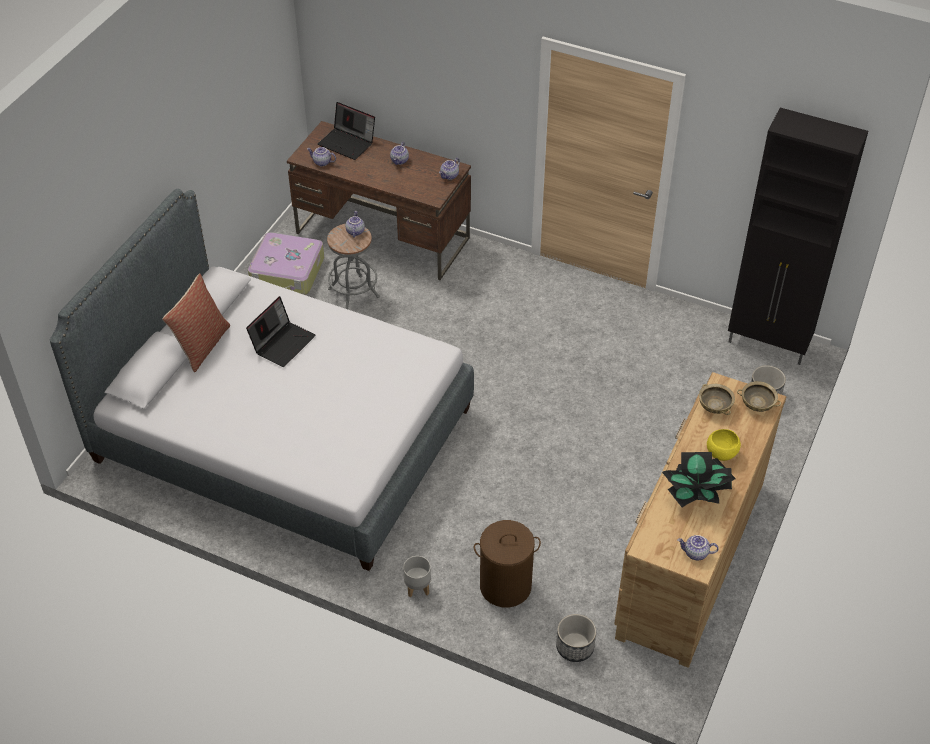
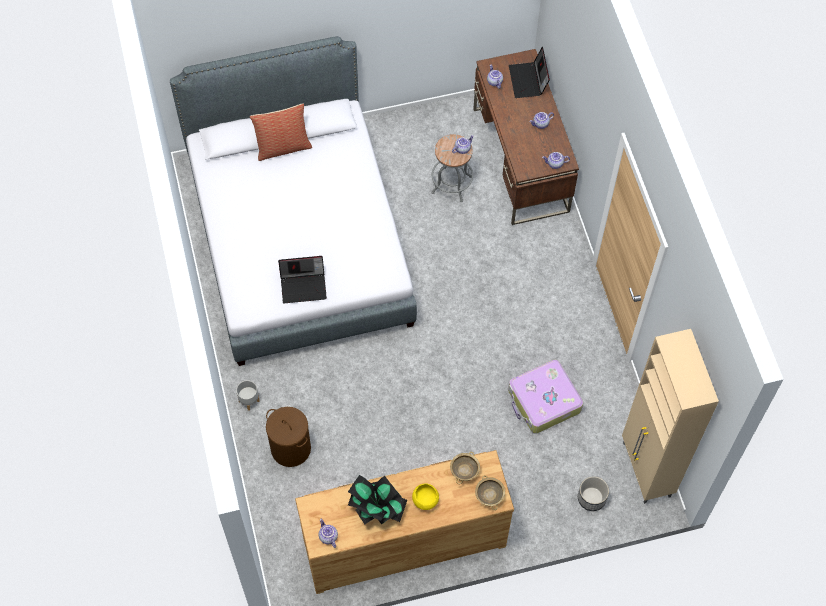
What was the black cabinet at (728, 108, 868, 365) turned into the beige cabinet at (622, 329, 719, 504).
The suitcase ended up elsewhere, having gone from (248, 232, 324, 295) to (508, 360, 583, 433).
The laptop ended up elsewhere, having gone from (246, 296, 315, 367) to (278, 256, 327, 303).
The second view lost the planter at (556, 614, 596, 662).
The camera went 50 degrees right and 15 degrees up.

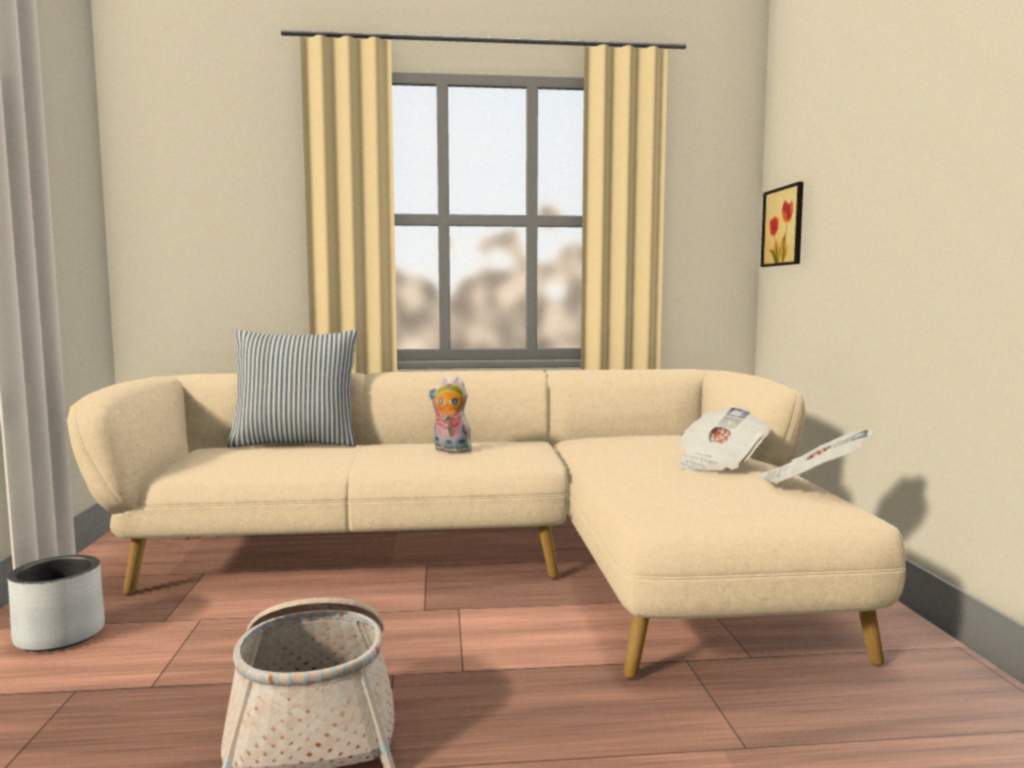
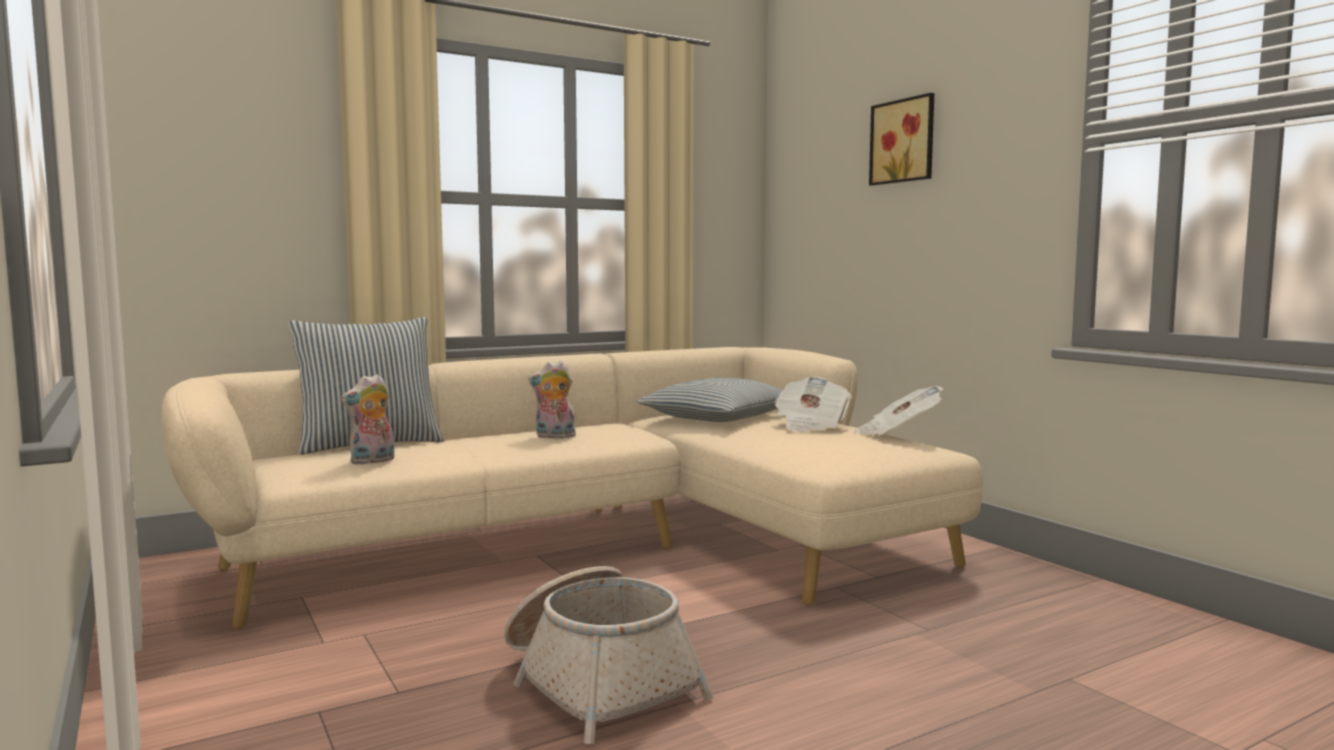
The picture ended up elsewhere, having gone from (761, 182, 803, 267) to (869, 93, 934, 186).
The second view lost the grey planter at (8, 555, 105, 652).
The second view gained the plush toy at (341, 374, 394, 465).
The second view gained the pillow at (637, 378, 783, 422).
The camera went 25 degrees left and 0 degrees up.

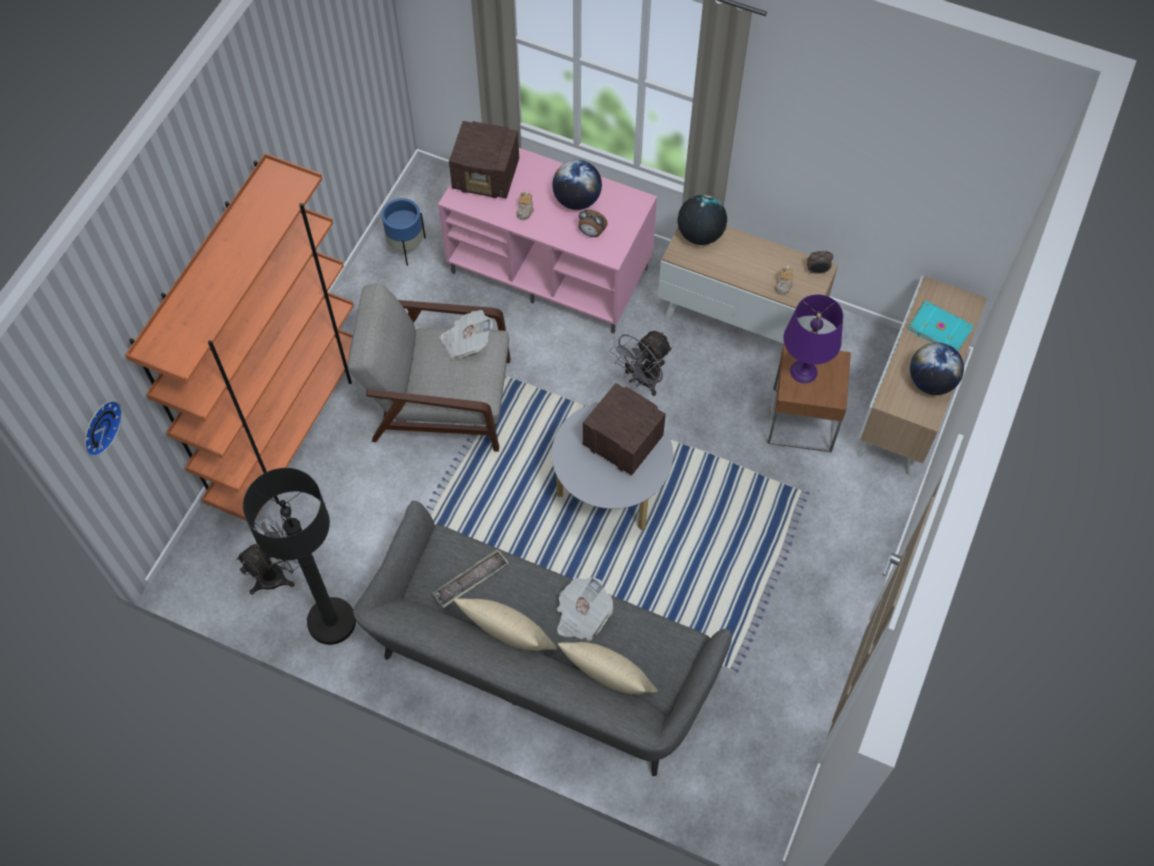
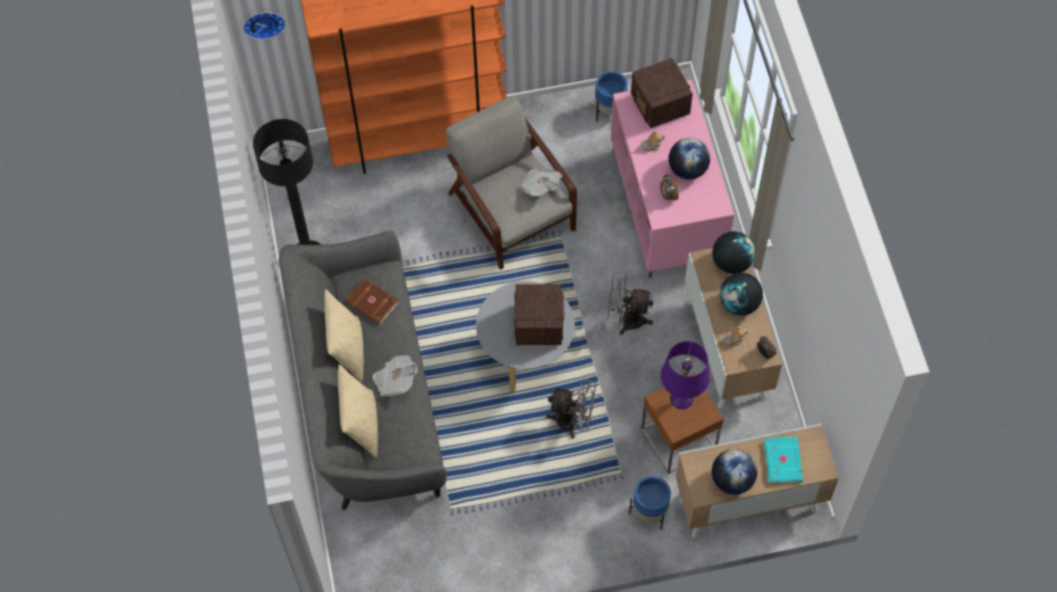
The grey fan ended up elsewhere, having gone from (236, 514, 300, 595) to (546, 379, 596, 438).
Where the tray stood at (433, 549, 509, 608), the brown book came to stand at (345, 278, 399, 325).
The second view gained the globe at (720, 273, 763, 316).
The second view gained the blue planter at (629, 476, 671, 530).
The camera went 55 degrees right and 0 degrees up.

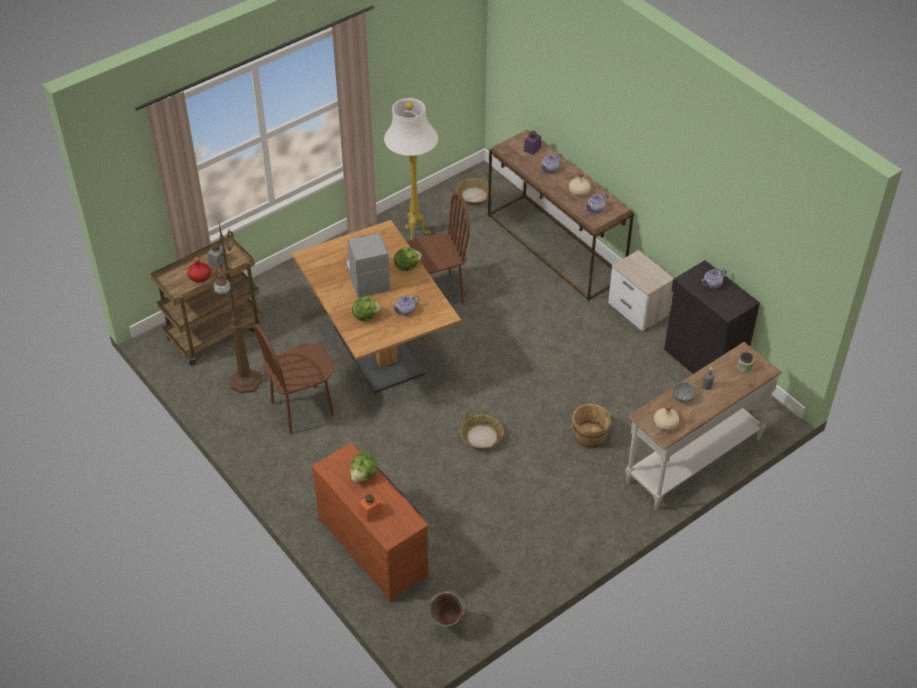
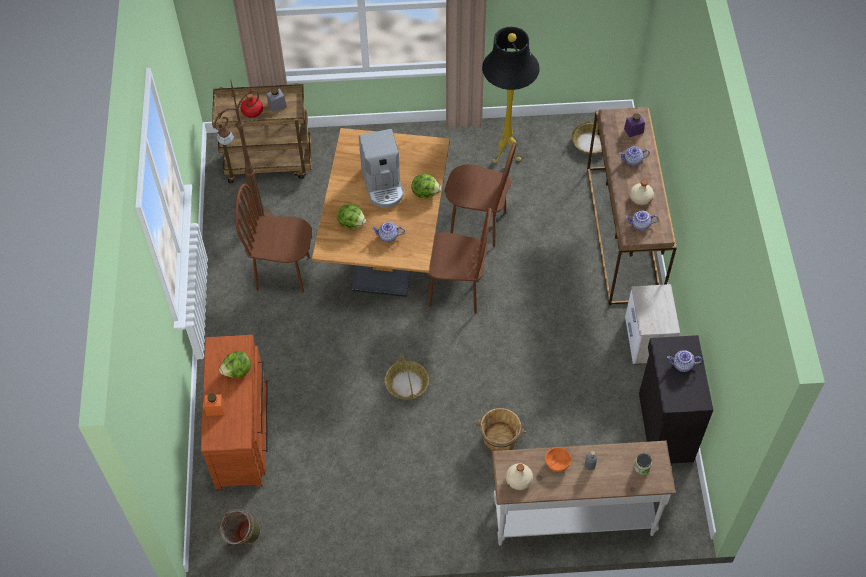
What was the white floor lamp at (384, 98, 438, 239) turned into the black floor lamp at (482, 27, 540, 163).
The coffee machine at (346, 233, 390, 298) ended up facing another way, 150 degrees clockwise from before.
What was the grey bowl at (672, 382, 696, 403) turned into the orange bowl at (545, 447, 571, 472).
The second view gained the brown chair at (426, 208, 491, 314).
The camera went 35 degrees right and 10 degrees up.

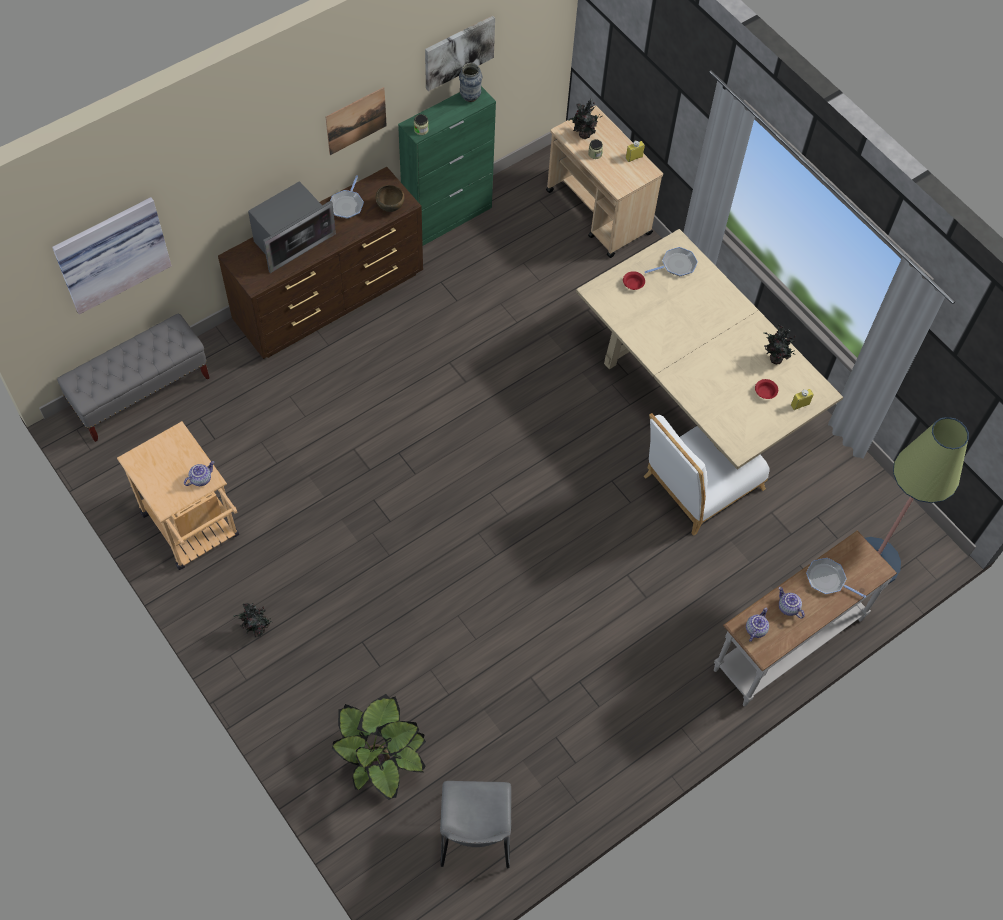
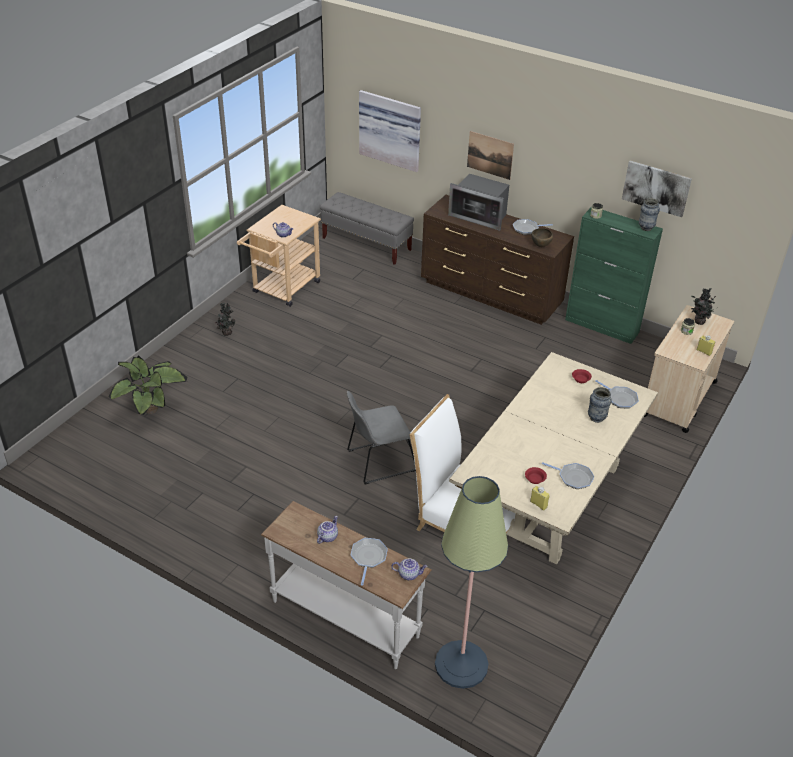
The picture ended up elsewhere, having gone from (326, 87, 387, 155) to (467, 131, 514, 180).
Where the potted plant stood at (764, 324, 800, 364), the frying pan came to stand at (542, 462, 595, 489).
The teapot ended up elsewhere, having gone from (746, 608, 769, 642) to (391, 558, 428, 580).
The grey chair ended up elsewhere, having gone from (440, 781, 511, 868) to (347, 391, 416, 484).
The second view gained the vase at (588, 387, 612, 423).
The camera went 70 degrees right and 20 degrees down.

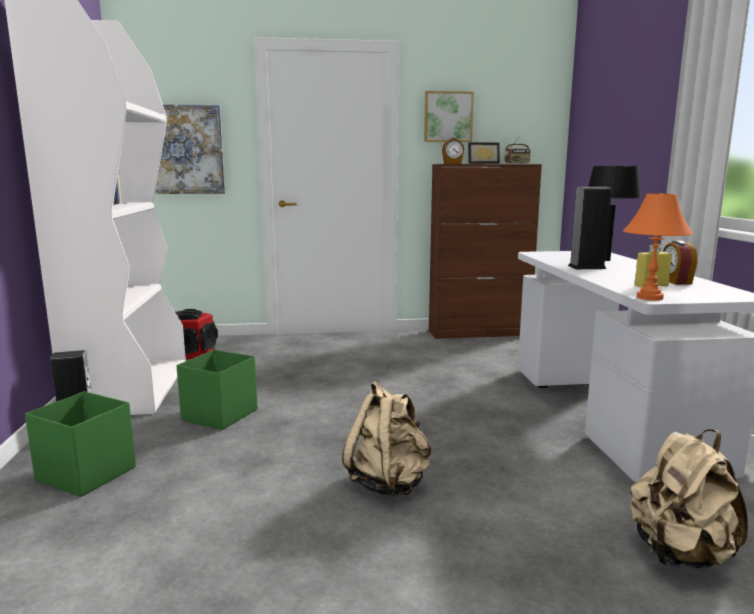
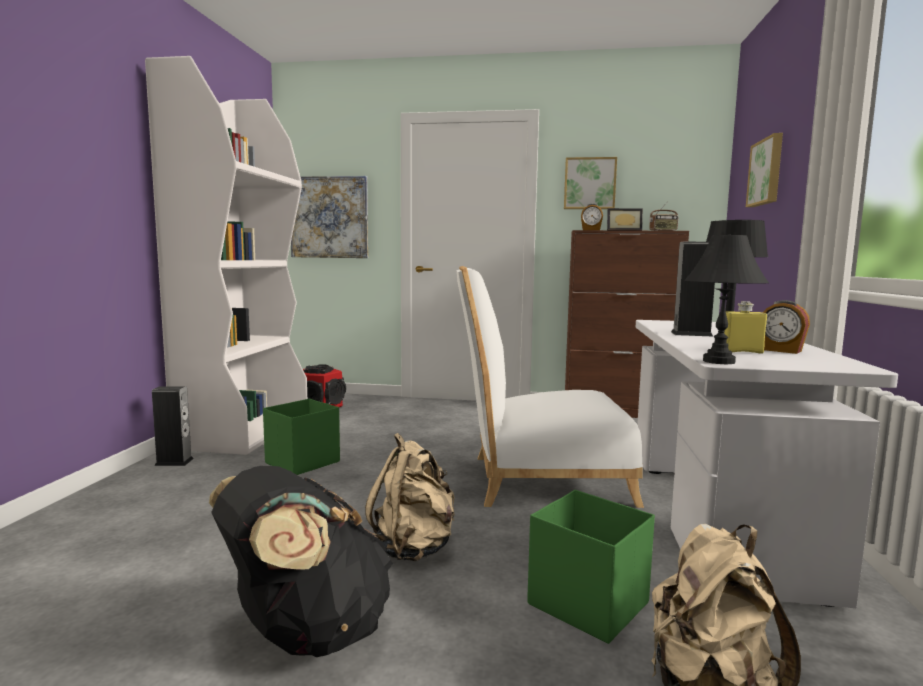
What was the orange table lamp at (623, 193, 693, 301) turned into the black table lamp at (684, 234, 769, 364).
The alarm clock at (662, 241, 698, 285) ended up facing another way, 60 degrees counterclockwise from before.
The green storage box ended up elsewhere, having gone from (25, 391, 136, 497) to (527, 490, 655, 644).
The second view gained the picture at (746, 133, 783, 207).
The second view gained the white chair at (457, 266, 644, 508).
The second view gained the black backpack at (209, 466, 393, 657).
The camera went 15 degrees right and 5 degrees down.

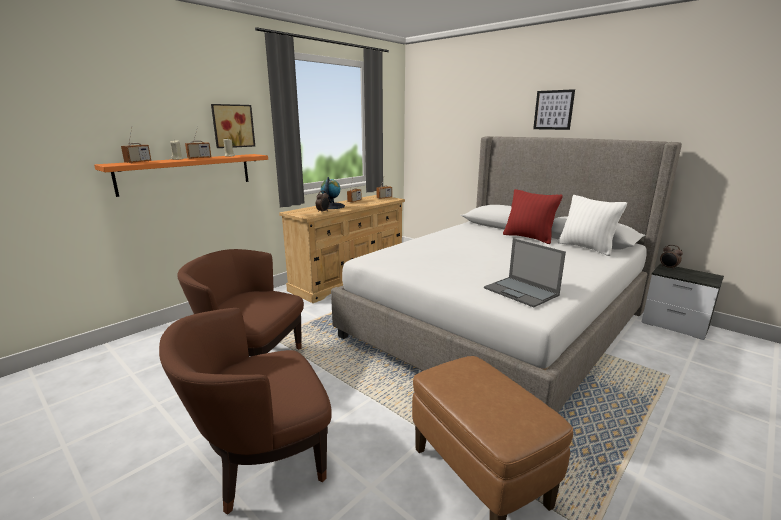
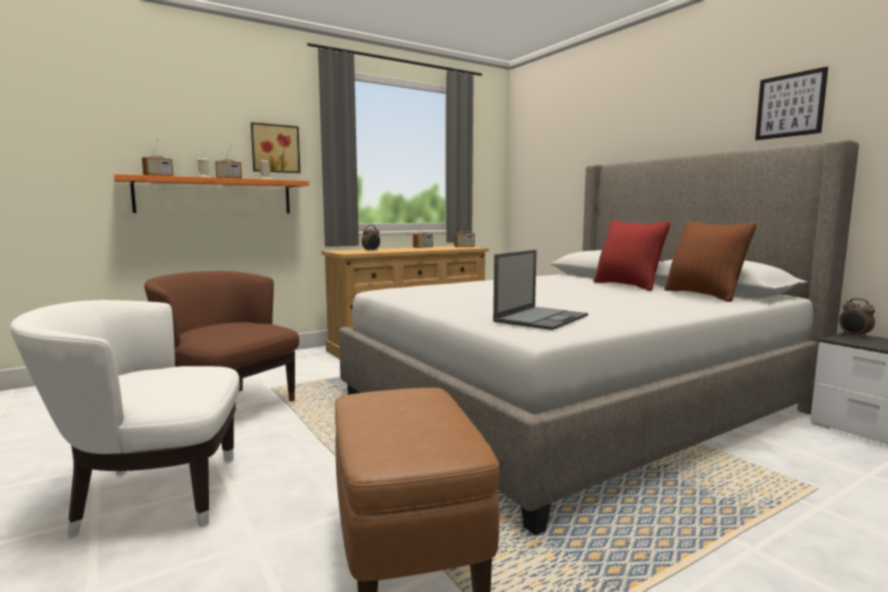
The picture ended up elsewhere, having gone from (533, 89, 575, 130) to (755, 67, 828, 140).
The second view lost the globe at (321, 177, 345, 209).
What was the white pillow at (558, 195, 627, 256) turned into the brown pillow at (664, 221, 757, 302).
The laptop at (484, 238, 566, 307) ended up facing another way, 120 degrees counterclockwise from before.
What was the brown armchair at (159, 308, 332, 515) turned into the white armchair at (10, 300, 240, 538).
The camera went 15 degrees right and 10 degrees down.

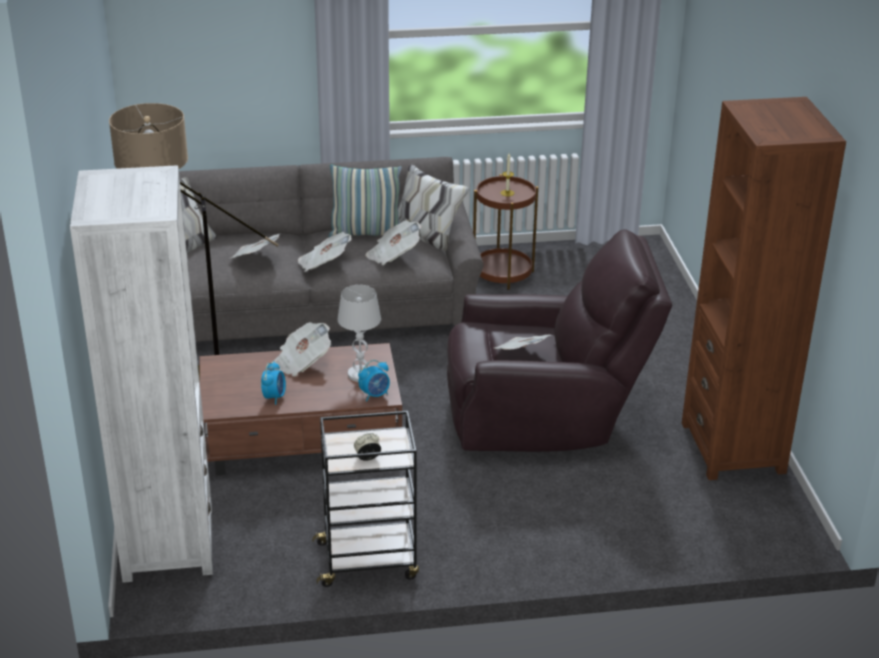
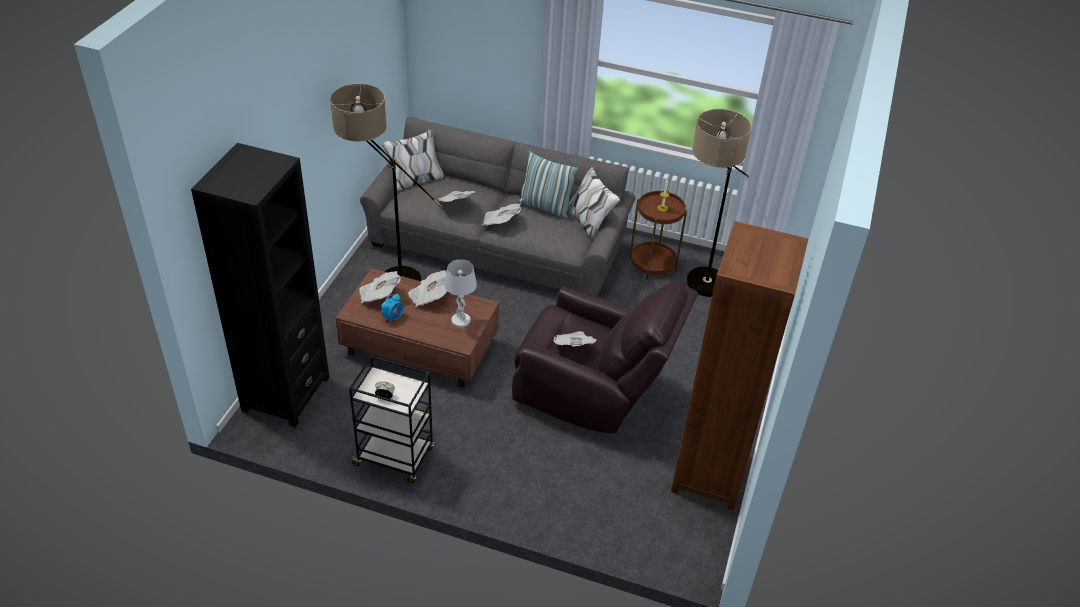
What was the white bookcase at (70, 165, 213, 583) turned into the black bookcase at (191, 143, 329, 427).
The newspaper ended up elsewhere, having gone from (366, 221, 422, 265) to (359, 271, 401, 303).
The second view lost the alarm clock at (358, 360, 390, 401).
The second view gained the floor lamp at (686, 109, 751, 297).
The camera went 25 degrees right and 10 degrees up.

